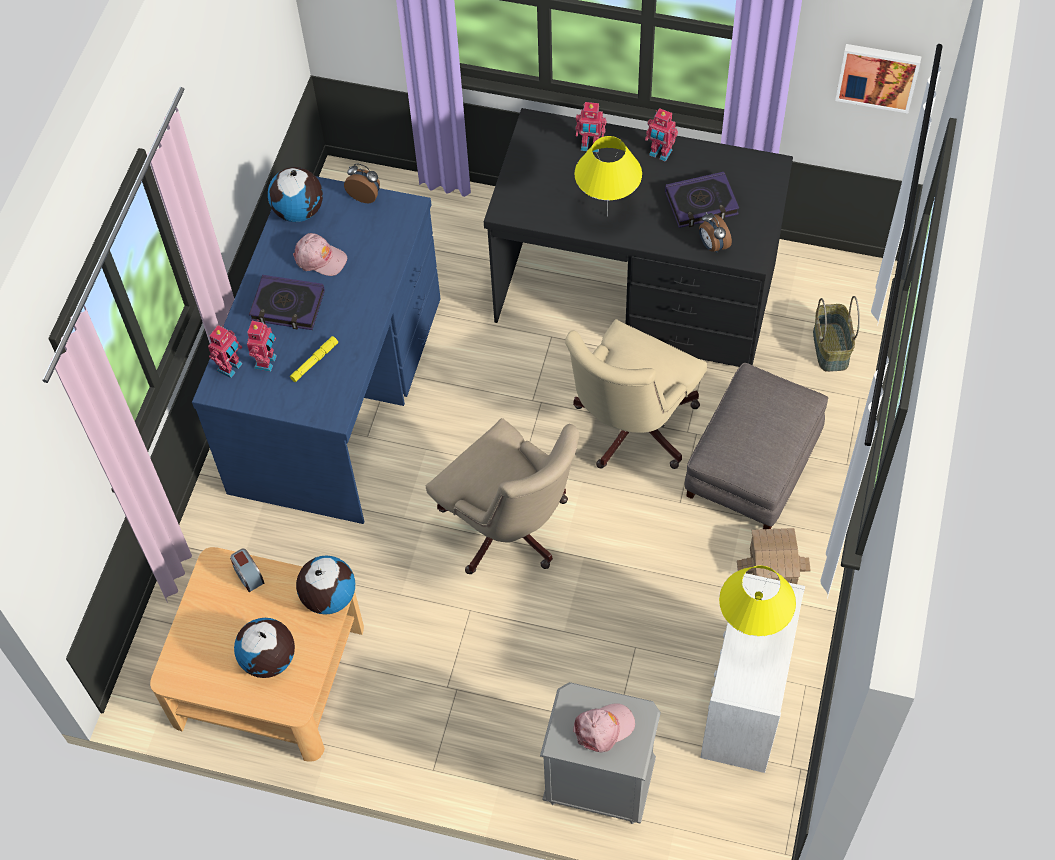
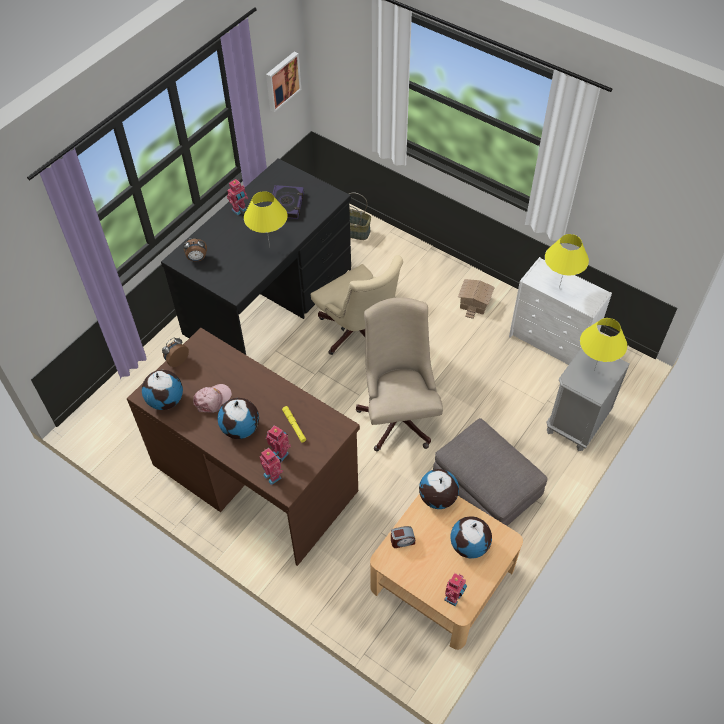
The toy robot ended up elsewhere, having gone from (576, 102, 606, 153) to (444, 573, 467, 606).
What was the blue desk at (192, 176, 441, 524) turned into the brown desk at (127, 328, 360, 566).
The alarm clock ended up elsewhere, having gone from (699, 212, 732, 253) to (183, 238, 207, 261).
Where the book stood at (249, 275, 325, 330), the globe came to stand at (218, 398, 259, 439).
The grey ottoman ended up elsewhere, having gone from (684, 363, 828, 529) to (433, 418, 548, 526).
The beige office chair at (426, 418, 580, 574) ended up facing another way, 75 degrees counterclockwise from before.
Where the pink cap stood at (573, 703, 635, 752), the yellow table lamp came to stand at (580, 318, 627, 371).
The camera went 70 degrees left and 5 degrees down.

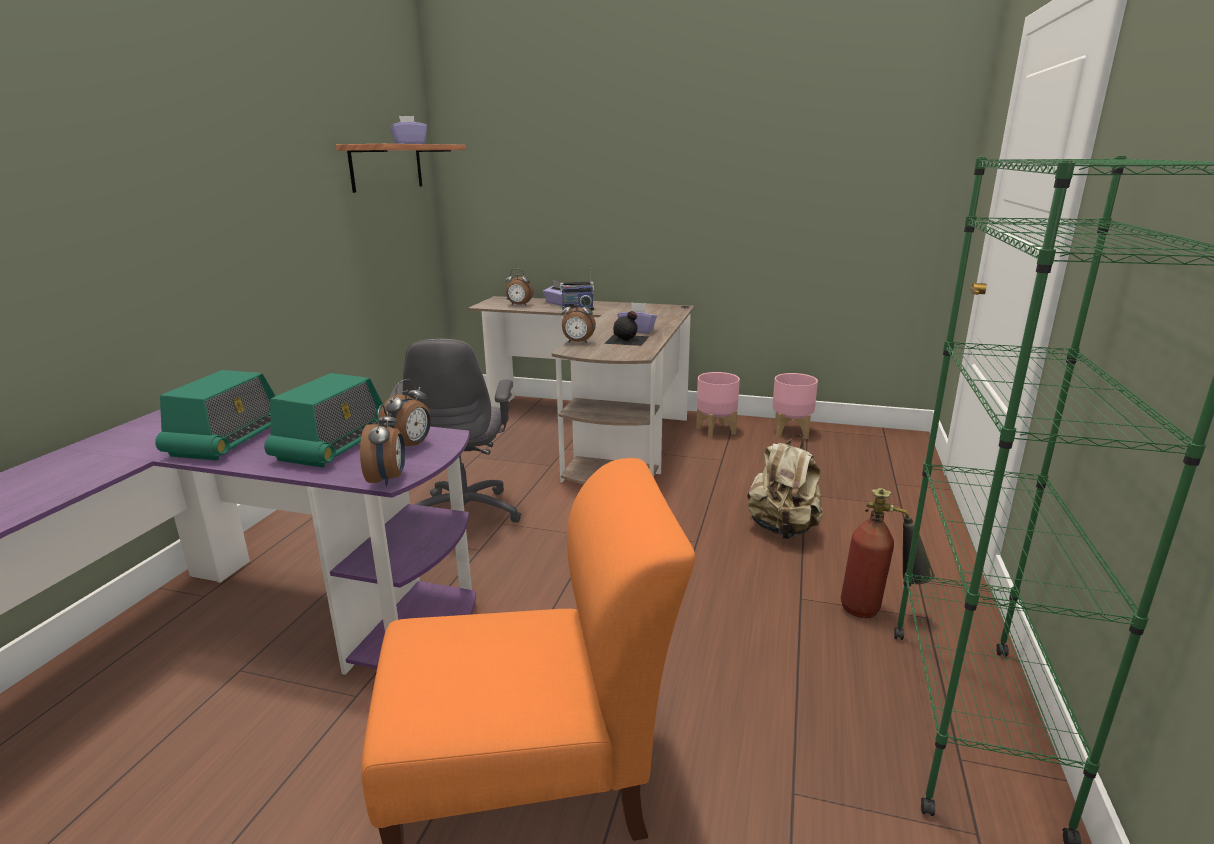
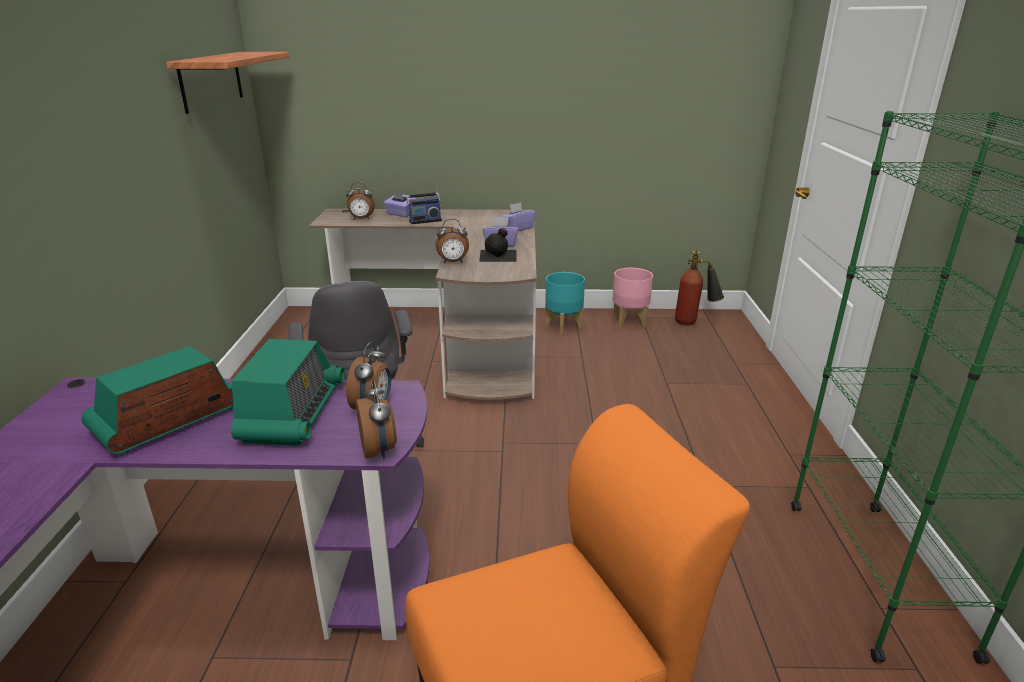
The purple tissue box ended up elsewhere, having gone from (390, 116, 427, 144) to (500, 202, 536, 231).
The radio at (155, 370, 276, 461) ended up facing another way, 135 degrees counterclockwise from before.
What was the pink planter at (696, 372, 740, 438) turned into the turquoise planter at (545, 272, 585, 335).
The second view lost the beige backpack at (747, 435, 823, 539).
The fire extinguisher ended up elsewhere, having gone from (841, 488, 935, 618) to (675, 251, 724, 325).
The camera went 15 degrees left and 5 degrees up.

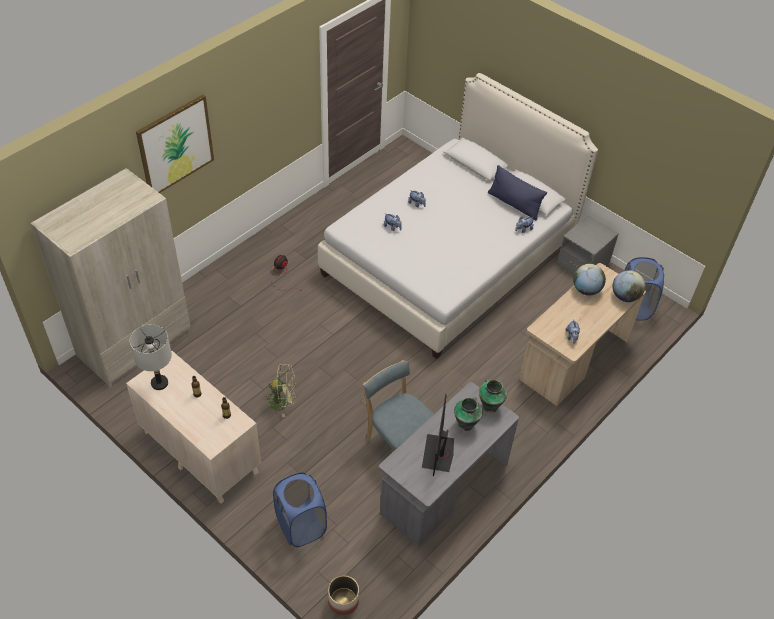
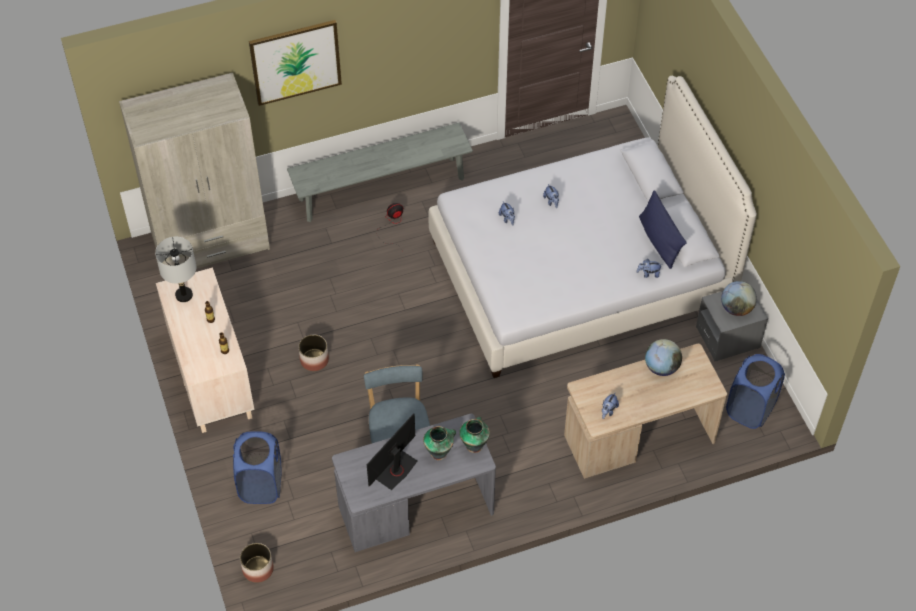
The globe ended up elsewhere, having gone from (613, 270, 645, 302) to (721, 281, 757, 316).
Where the green fan stood at (263, 363, 296, 417), the planter came to stand at (299, 335, 329, 371).
The second view gained the grey bench at (287, 123, 473, 222).
The camera went 30 degrees right and 5 degrees up.

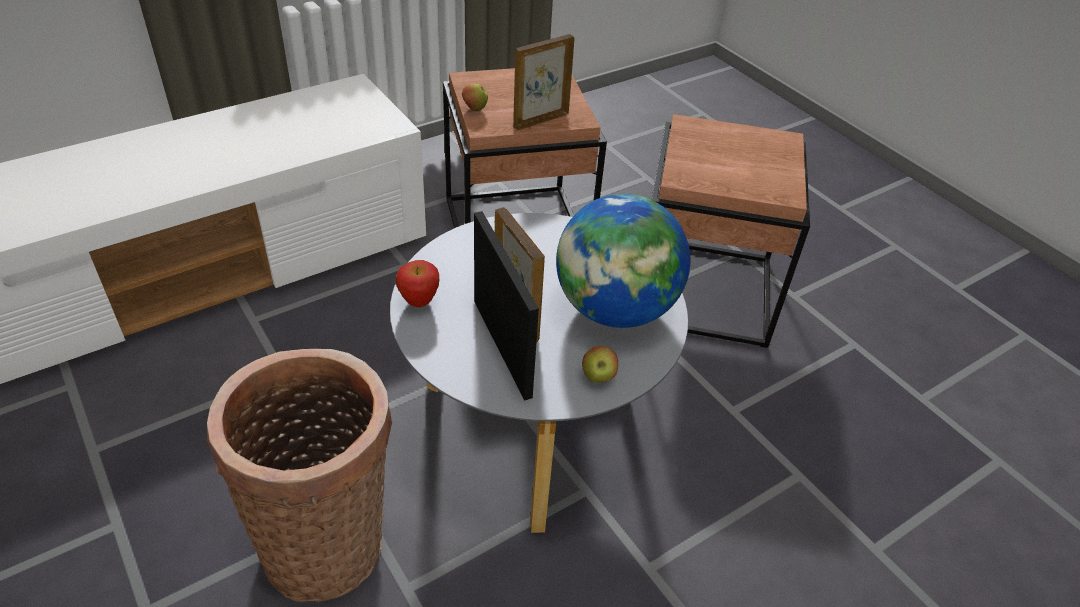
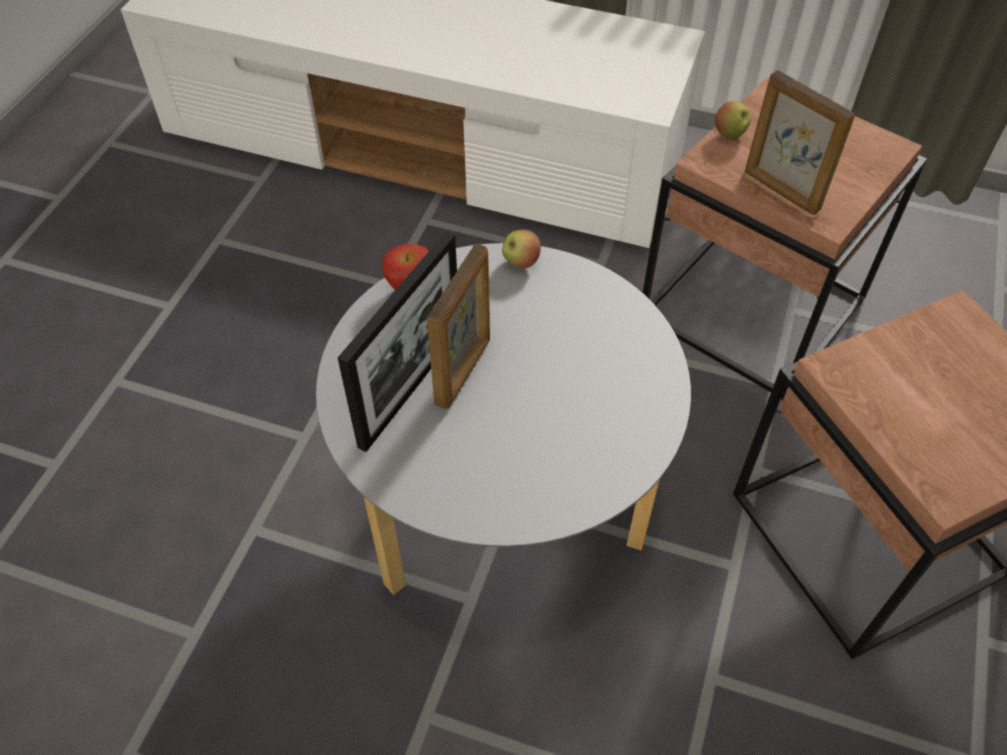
The picture frame at (513, 34, 574, 131) ended up facing another way, 150 degrees counterclockwise from before.
The second view lost the globe at (556, 194, 690, 328).
The apple ended up elsewhere, having gone from (582, 346, 618, 383) to (502, 229, 541, 268).
The second view lost the basket at (207, 349, 392, 602).
The camera went 55 degrees right and 10 degrees up.

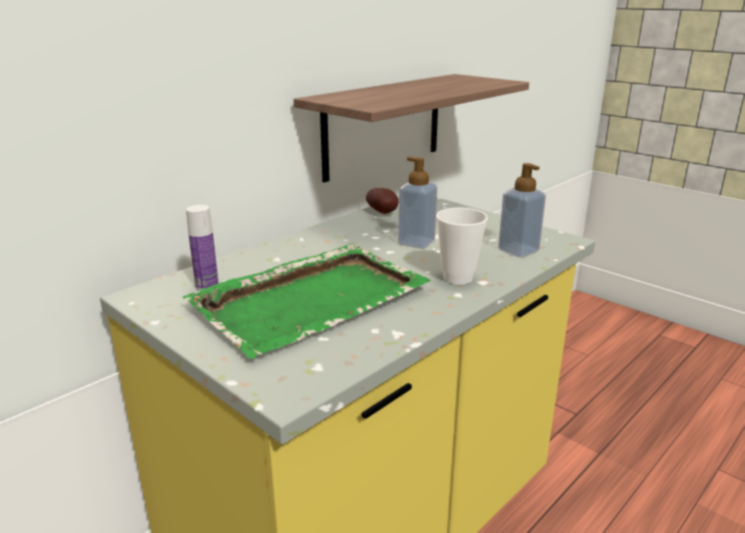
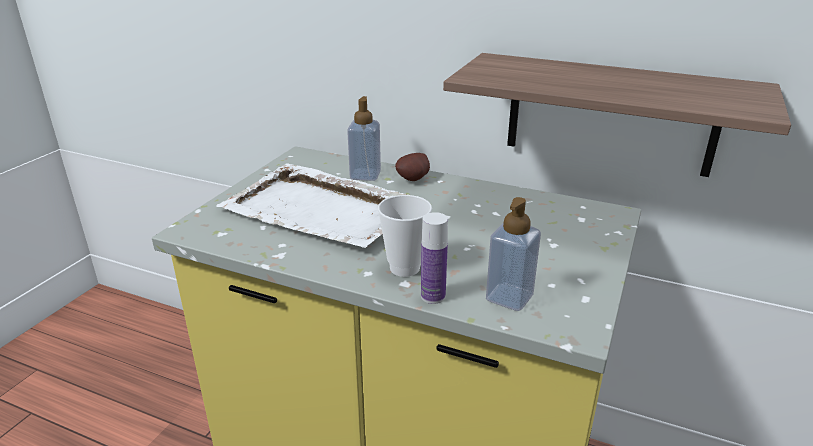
The soap dispenser ended up elsewhere, having gone from (398, 157, 437, 249) to (347, 96, 381, 181).
The potato ended up elsewhere, having gone from (366, 188, 399, 214) to (395, 153, 430, 181).
The bottle ended up elsewhere, having gone from (186, 205, 219, 290) to (421, 212, 448, 304).
What was the green tray at (182, 243, 431, 358) turned into the white tray at (216, 163, 407, 248).
The camera went 70 degrees right and 5 degrees up.

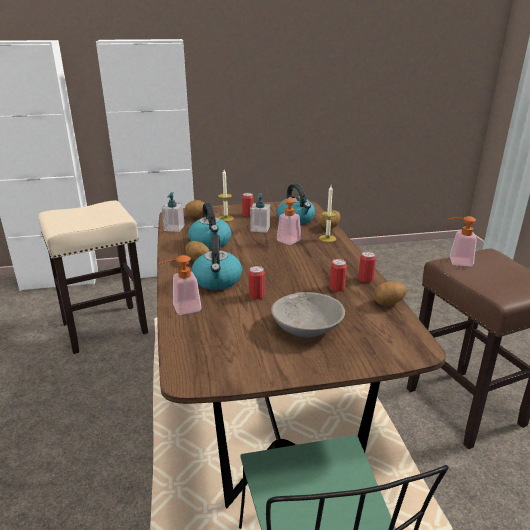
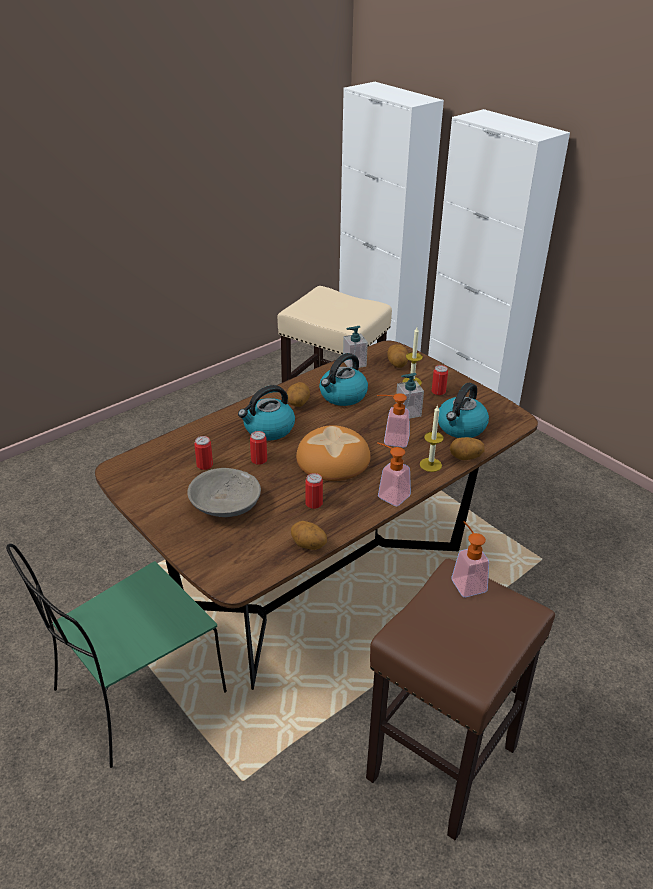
The can ended up elsewhere, having gone from (358, 251, 376, 283) to (194, 436, 213, 470).
The soap dispenser ended up elsewhere, having gone from (158, 255, 202, 315) to (377, 442, 411, 506).
The second view gained the bread at (296, 425, 371, 481).
The camera went 60 degrees right and 10 degrees up.

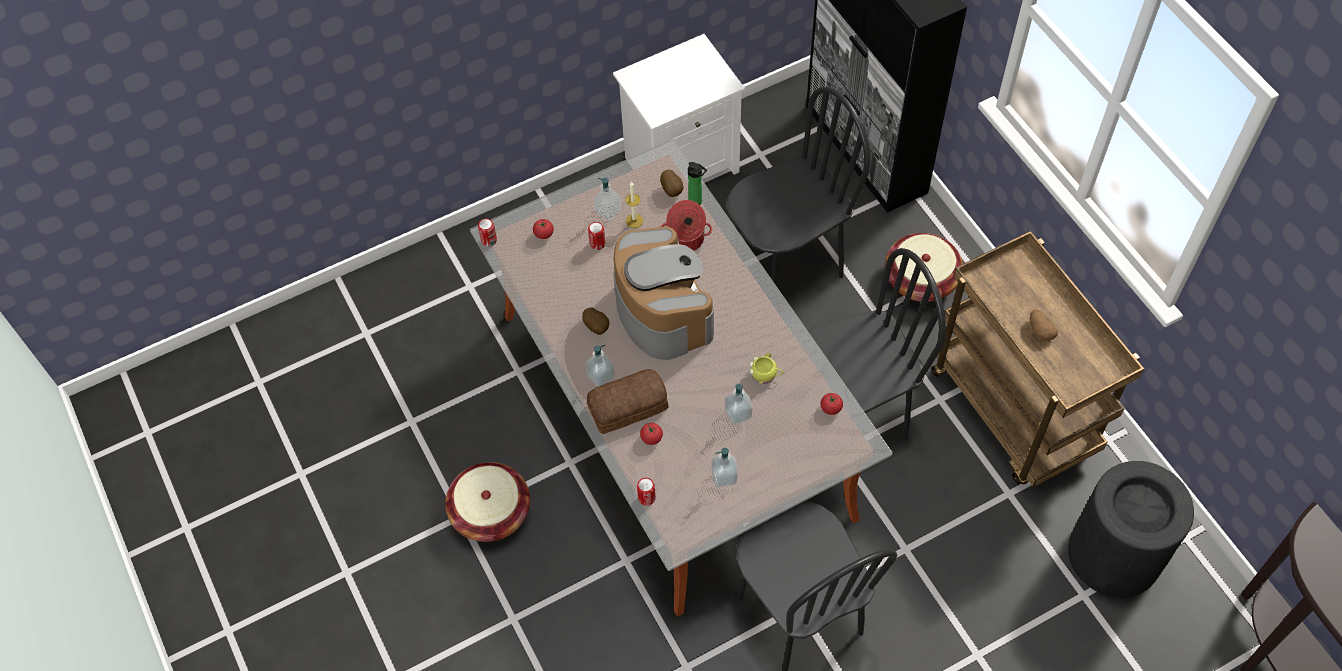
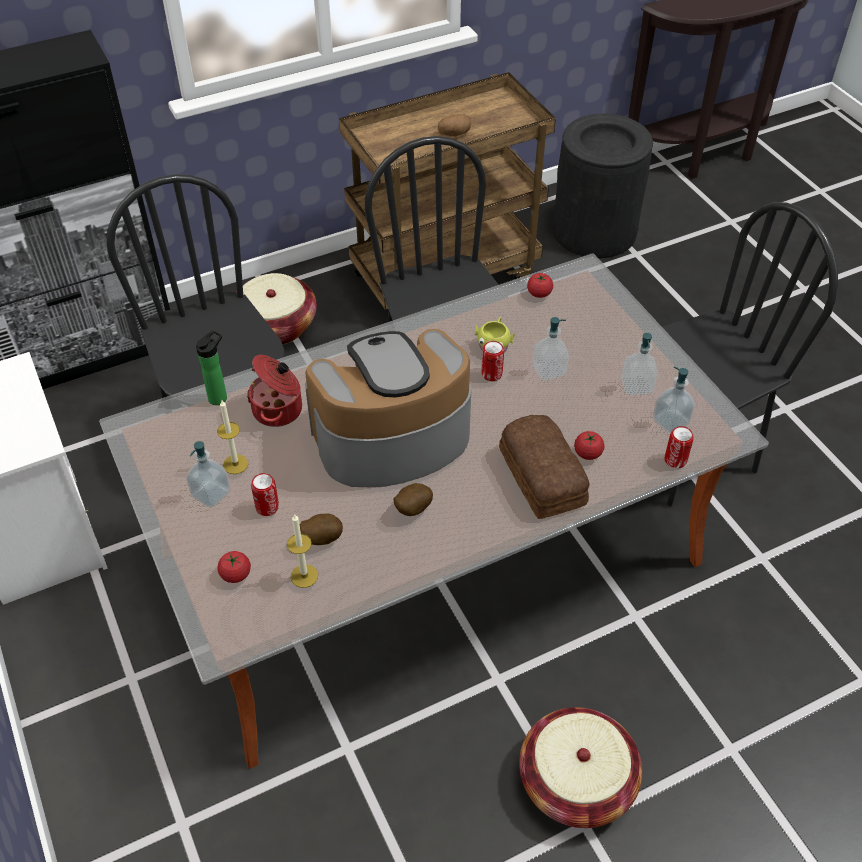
The potato ended up elsewhere, having gone from (660, 170, 683, 197) to (300, 514, 343, 545).
The can ended up elsewhere, having gone from (478, 219, 497, 246) to (481, 341, 504, 381).
The soap dispenser ended up elsewhere, having gone from (585, 345, 615, 387) to (653, 367, 695, 433).
The second view gained the candle at (287, 514, 318, 588).
The camera went 90 degrees left and 10 degrees down.

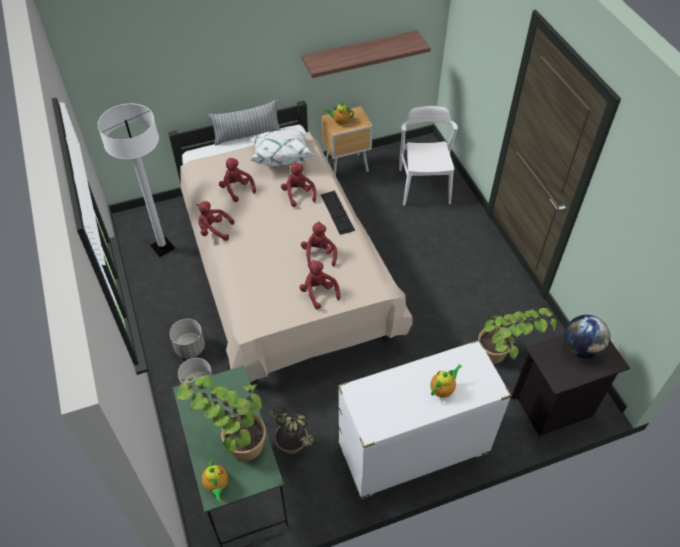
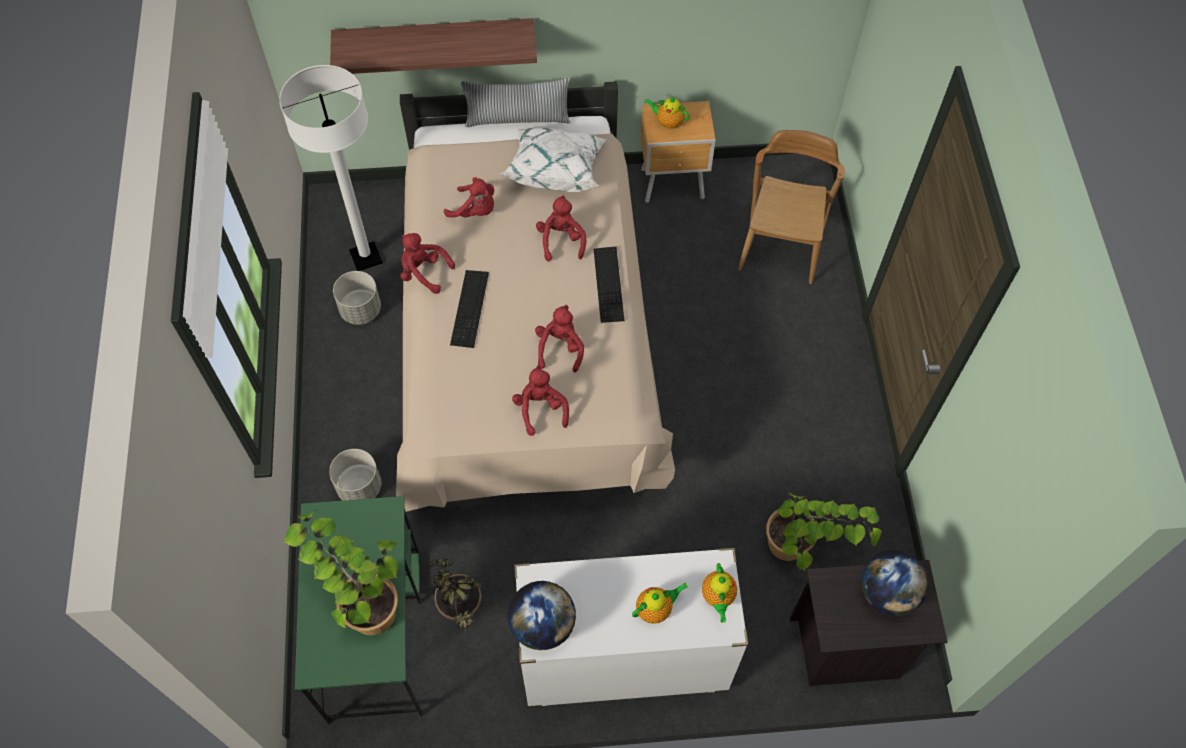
The shelf ended up elsewhere, having gone from (302, 30, 431, 78) to (330, 18, 537, 74).
What was the white chair at (399, 106, 458, 206) turned into the brown chair at (738, 130, 845, 284).
The red plush toy at (219, 158, 256, 202) ended up facing another way, 135 degrees clockwise from before.
The grey planter ended up elsewhere, having gone from (170, 319, 205, 358) to (333, 271, 381, 325).
The teapot ended up elsewhere, having gone from (202, 460, 228, 502) to (702, 563, 737, 623).
The second view gained the keyboard at (450, 270, 489, 348).
The second view gained the globe at (508, 581, 576, 650).
The camera went 15 degrees right and 10 degrees up.

